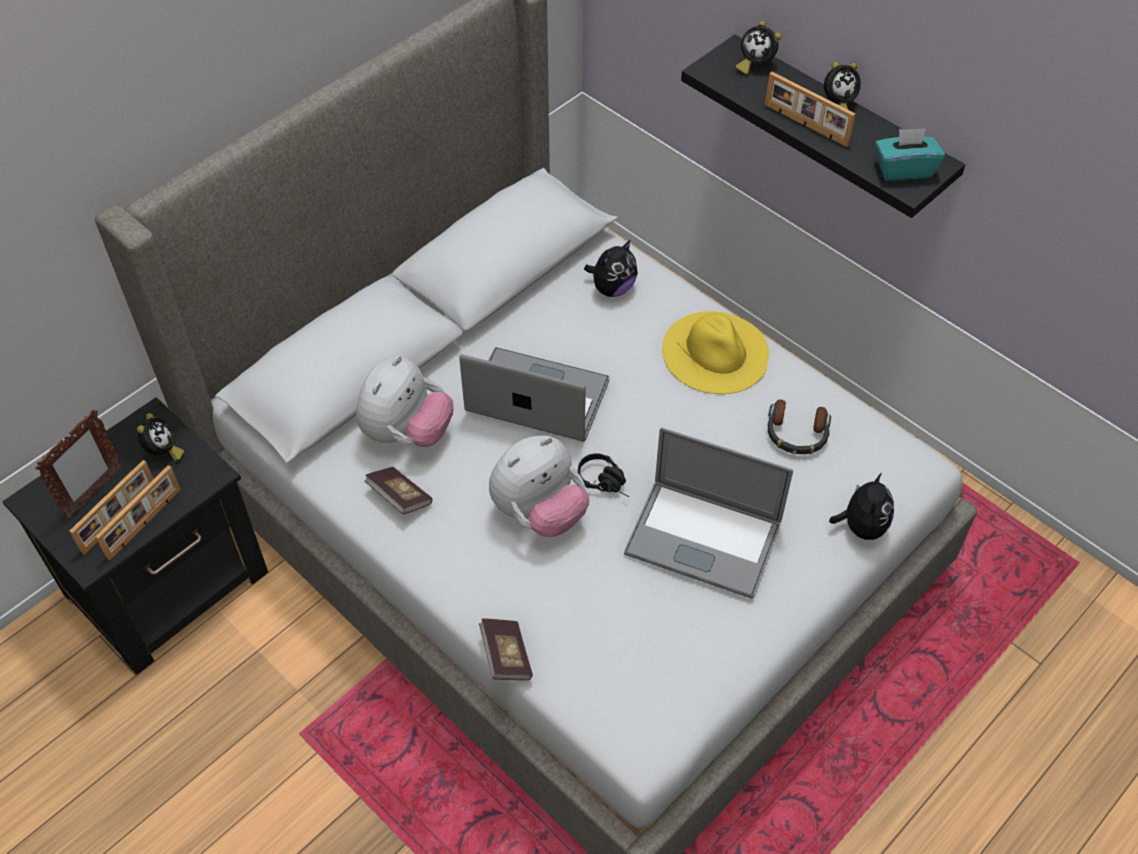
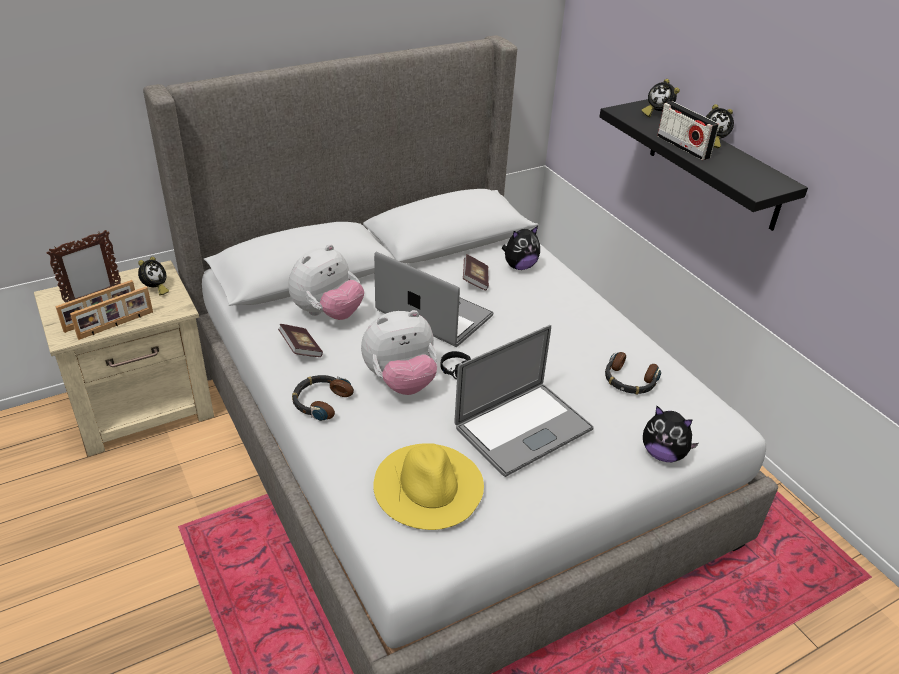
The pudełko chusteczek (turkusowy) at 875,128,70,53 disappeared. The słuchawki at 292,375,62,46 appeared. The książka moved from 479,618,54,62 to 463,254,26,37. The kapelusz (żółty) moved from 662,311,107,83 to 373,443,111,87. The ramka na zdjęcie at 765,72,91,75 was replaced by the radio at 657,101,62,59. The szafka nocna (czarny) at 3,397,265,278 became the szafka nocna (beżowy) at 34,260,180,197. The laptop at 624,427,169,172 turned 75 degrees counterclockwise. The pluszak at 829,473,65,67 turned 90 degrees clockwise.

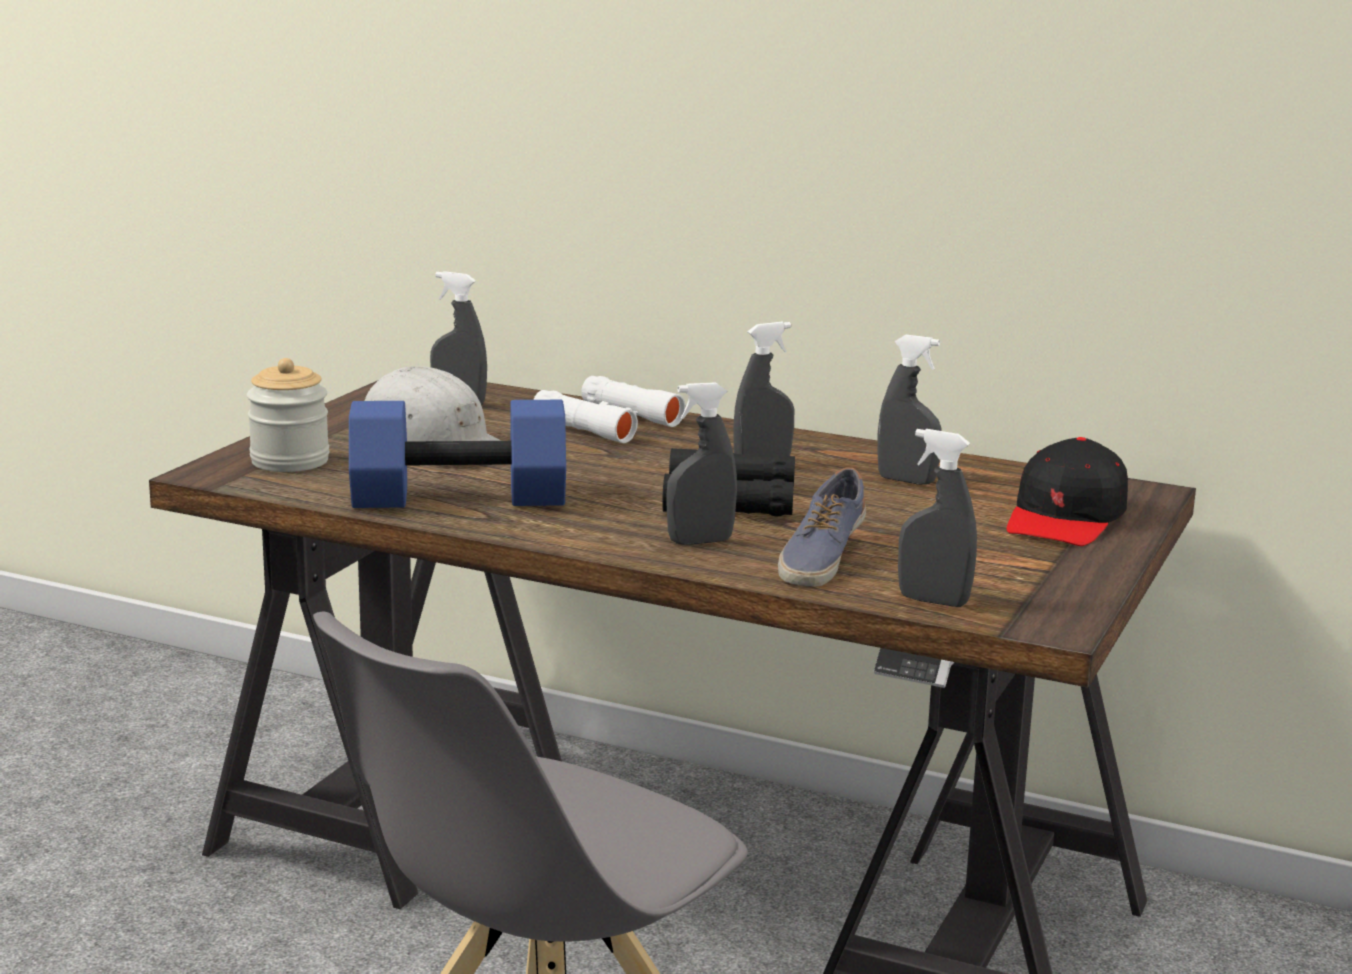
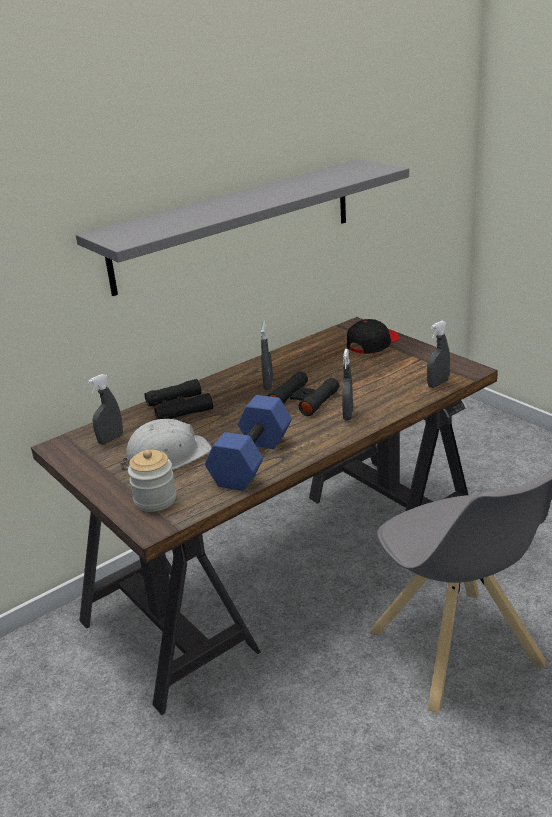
The but at 778,467,88,120 disappeared. The spryskiwacz (szary) at 877,335,65,150 disappeared. The półka (szary) at 76,159,333,137 appeared. The lornetka (biały) at 533,376,152,67 became the lornetka (czarny) at 145,379,68,40. The czapka z daszkiem (czarny) at 1007,437,121,109 turned 105 degrees counterclockwise.

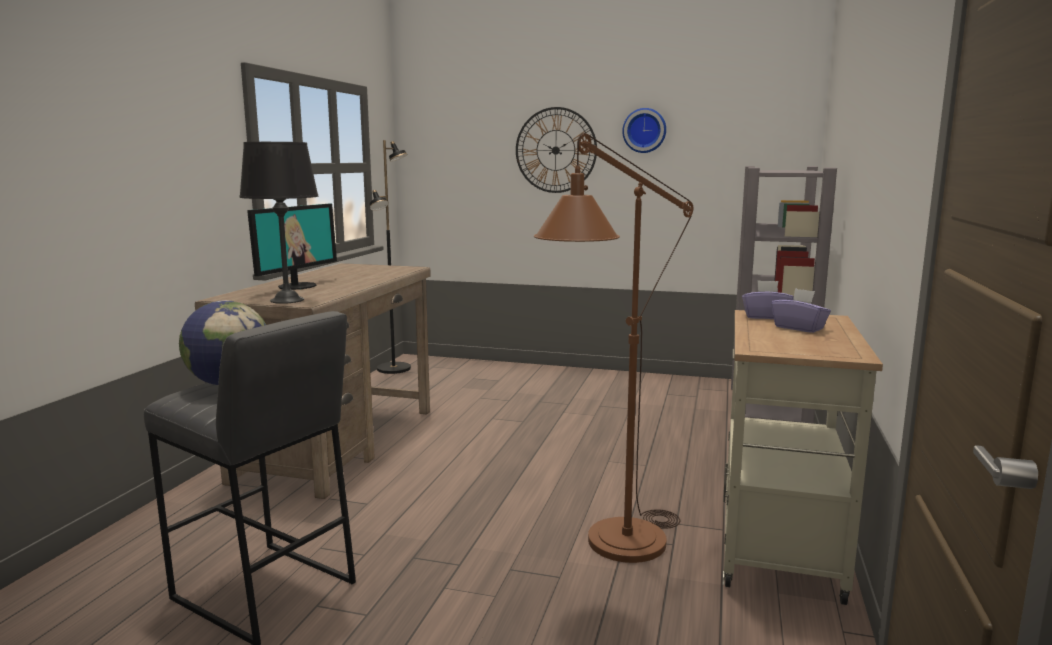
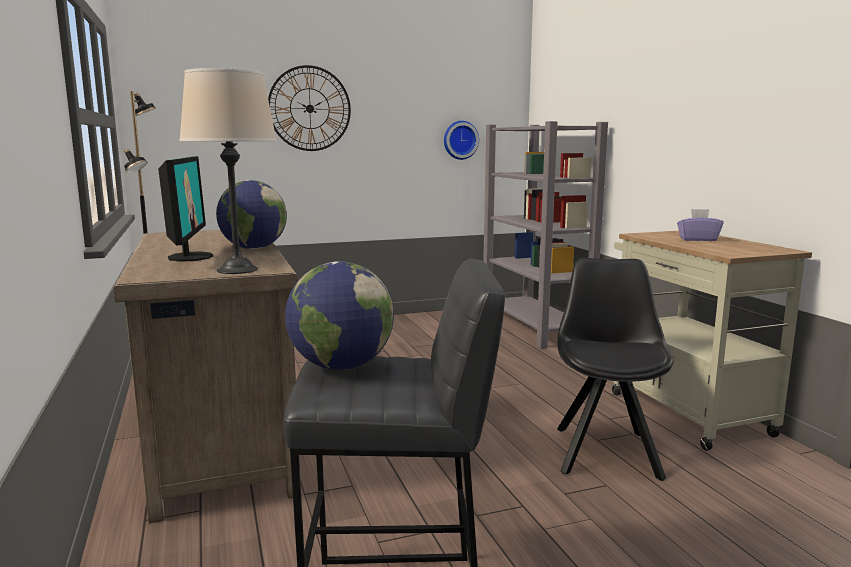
The pudełko chusteczek (fioletowy) at 742,280,52,39 disappeared. The globus at 216,180,71,69 appeared. The zegar ścienny moved from 622,108,44,45 to 444,121,35,39. The lampa stojąca (brązowy) at 534,133,159,430 was replaced by the krzesło (czarny) at 557,258,117,223. The lampa stołowa (czarny) at 239,142,79,162 became the lampa stołowa (beżowy) at 179,68,98,206.

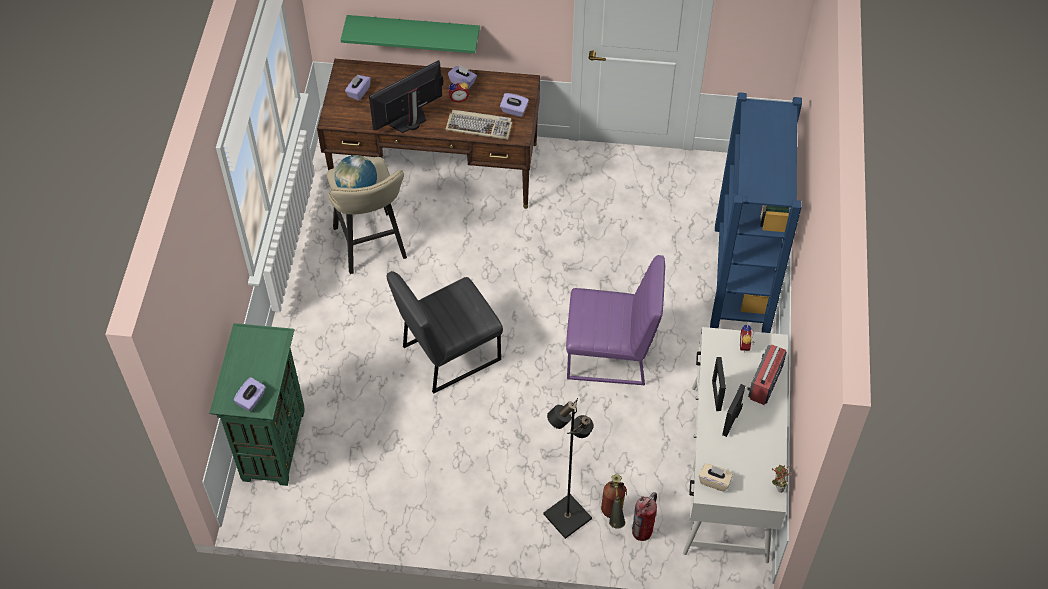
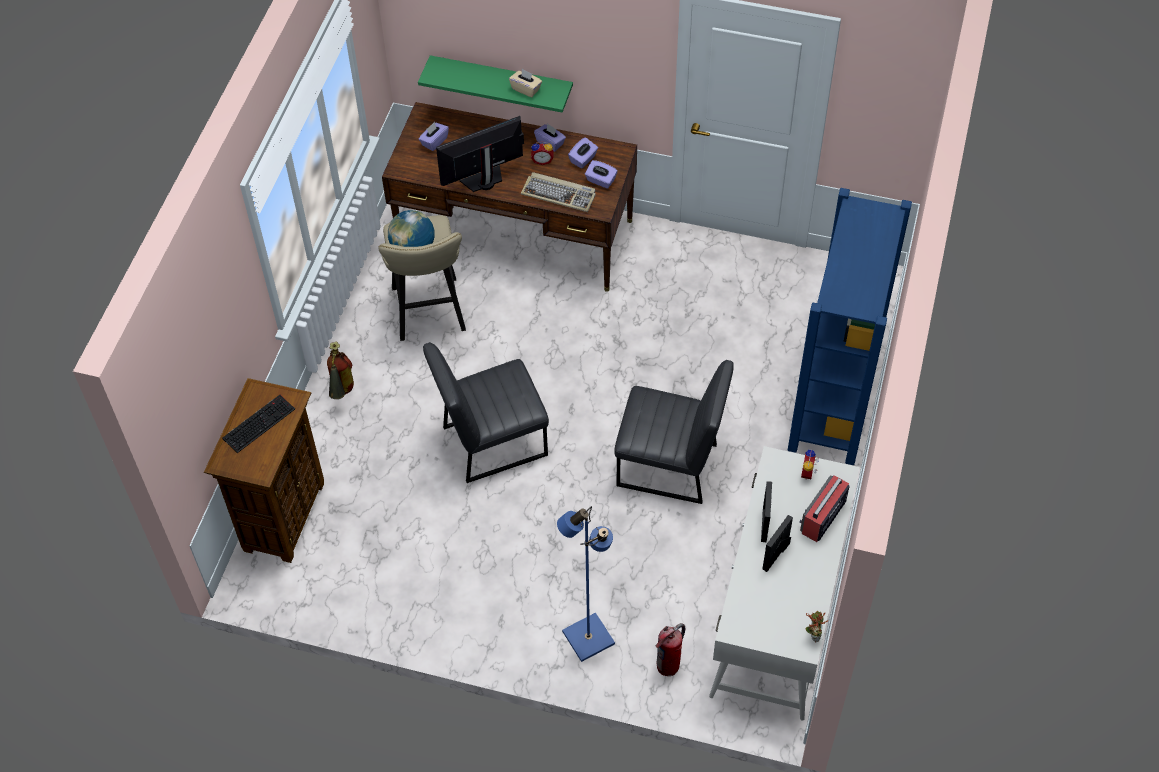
The klawiatura at 222,395,73,58 appeared. The pudełko chusteczek (fioletowy) moved from 233,377,33,35 to 568,137,30,31. The gaśnica moved from 601,474,26,55 to 327,342,27,57. The pudełko chusteczek (beżowy) moved from 699,464,34,28 to 509,69,33,28. The szafka (zielony) at 209,323,96,163 became the szafka (brązowy) at 204,378,120,185. The lampa stojąca (czarny) at 543,398,50,141 became the lampa stojąca (niebieski) at 557,506,58,156. The krzesło (fioletowy) at 566,255,99,130 became the krzesło (szary) at 614,360,120,144.

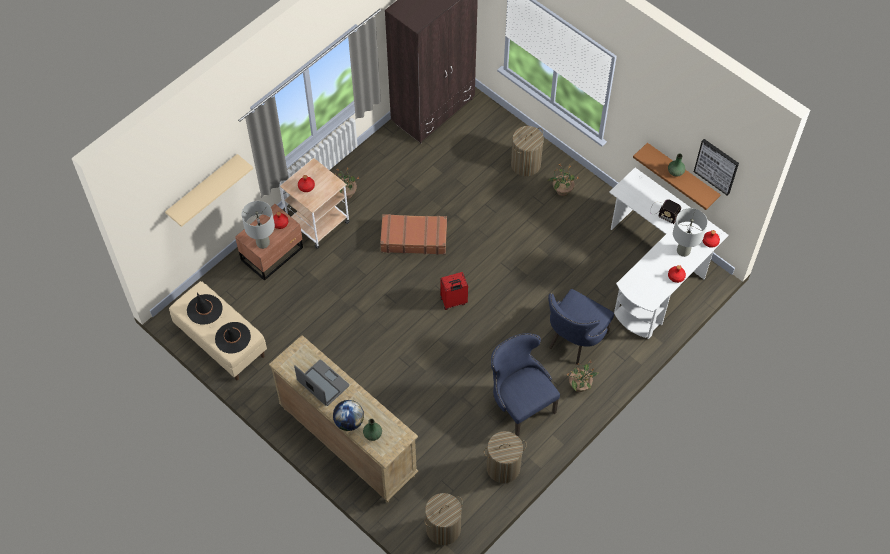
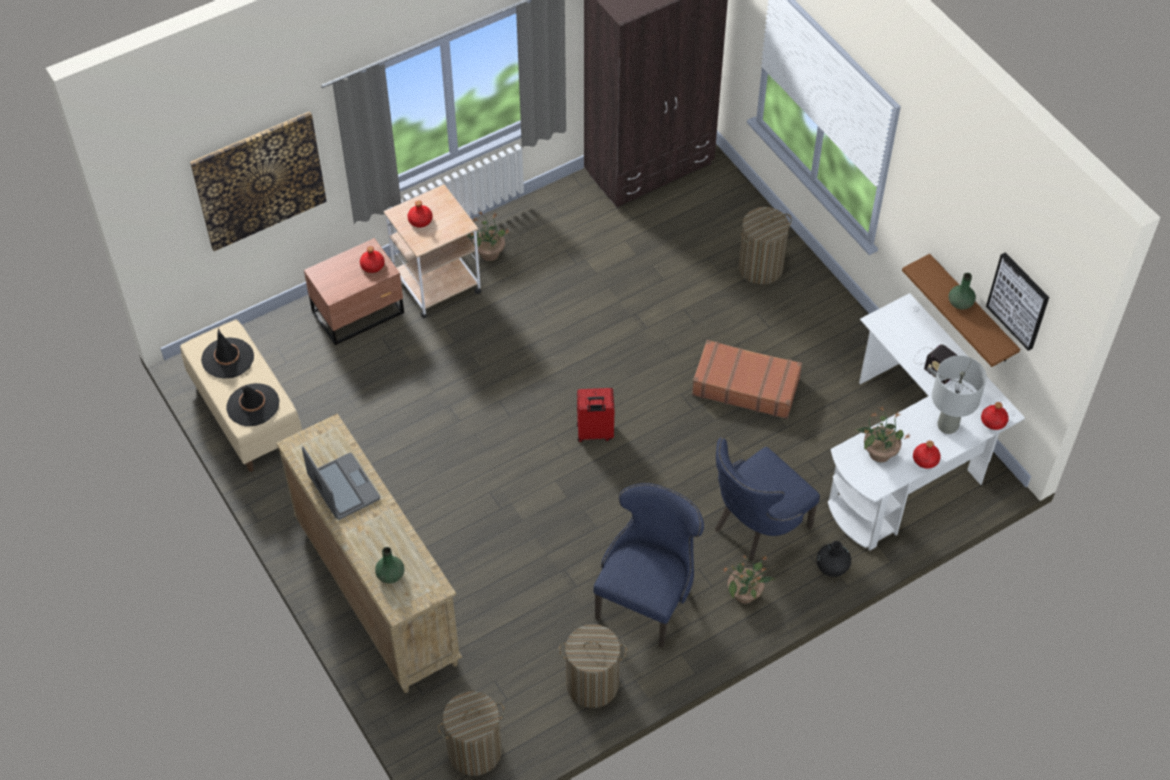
The lampa stołowa (szary) at 242,201,33,48 disappeared. The globus at 333,400,31,31 disappeared. The wazon (czarny) at 817,541,34,36 appeared. The walizka (brązowy) moved from 380,214,67,41 to 692,340,110,79. The roślina doniczkowa moved from 547,164,32,32 to 856,406,55,56. The półka (beżowy) at 165,154,88,73 was replaced by the obraz at 190,111,137,140. The krzesło (niebieski) at 491,333,69,104 turned 45 degrees clockwise.

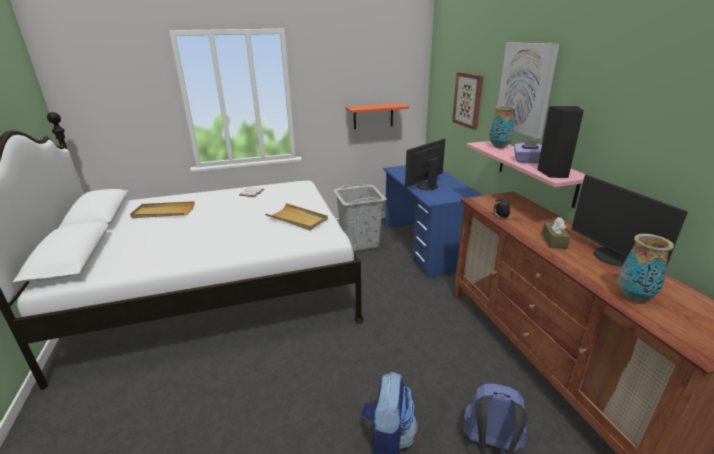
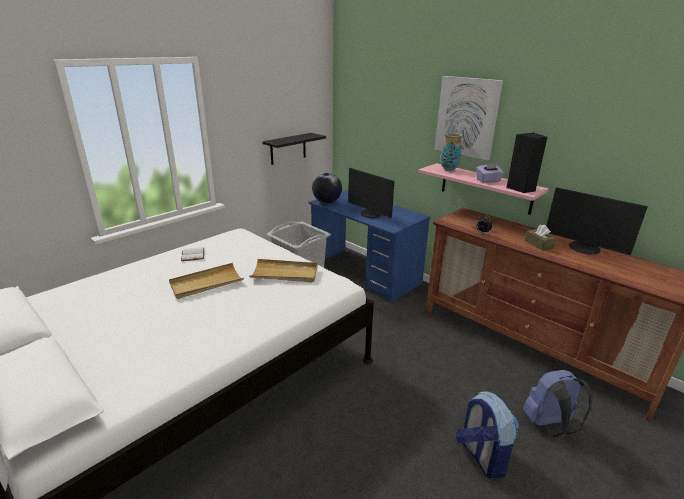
The obraz at 452,72,31,58 disappeared. The wazon at 617,234,57,67 disappeared. The globus at 312,173,30,30 appeared. The taca (beżowy) moved from 130,201,65,17 to 169,263,75,36. The półka (pomarańczowy) at 345,103,64,26 became the półka (czarny) at 262,133,64,32. The monitor at 405,138,40,53 turned 60 degrees counterclockwise.

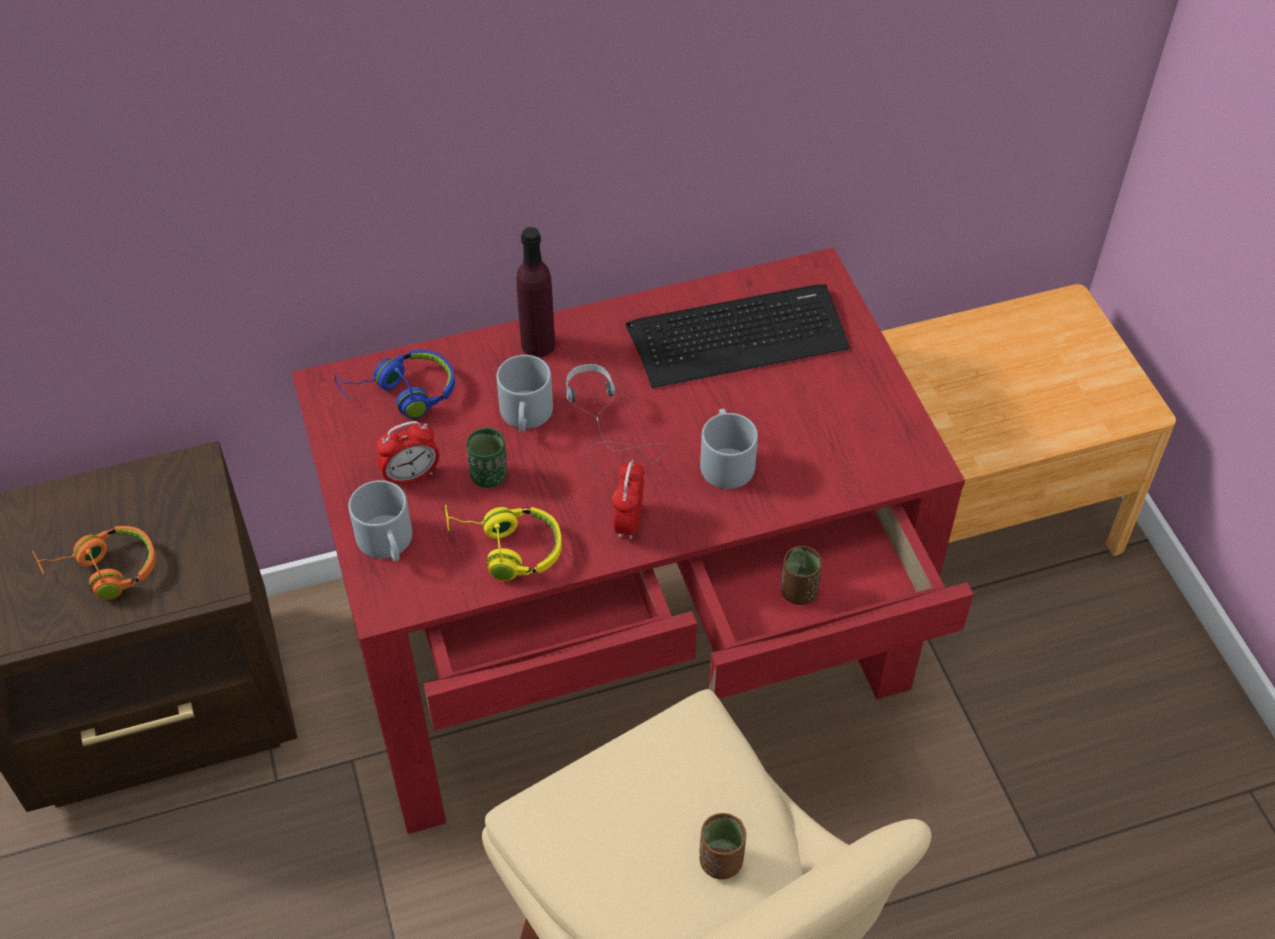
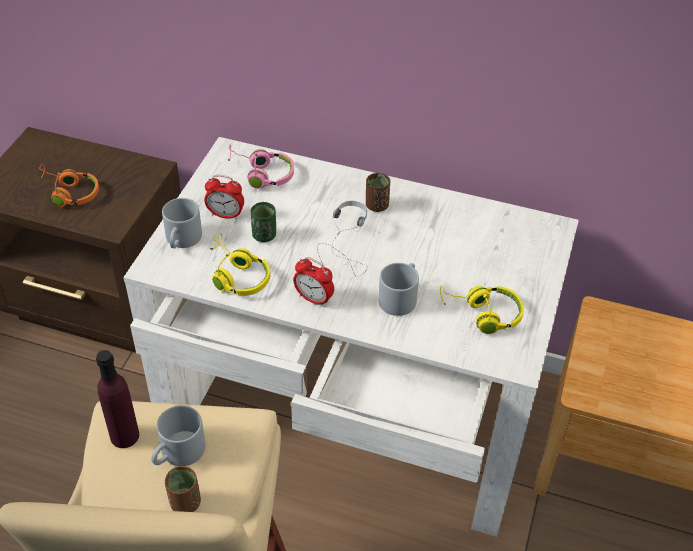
The klawiatura at 626,284,224,104 disappeared. The słuchawki (żółty) at 440,286,84,48 appeared. The kubek (szary) moved from 497,355,56,77 to 151,405,55,61. The butelka (fioletowy) moved from 516,227,39,130 to 96,350,43,98. The filiżanka (brązowy) moved from 781,546,41,59 to 366,173,24,39. The biurko (czerwony) at 292,248,682,586 became the biurko (biały) at 123,137,456,400. The słuchawki (niebieski) at 335,350,120,69 became the słuchawki (różowy) at 228,145,66,44. The budzik at 612,460,33,79 turned 105 degrees counterclockwise.

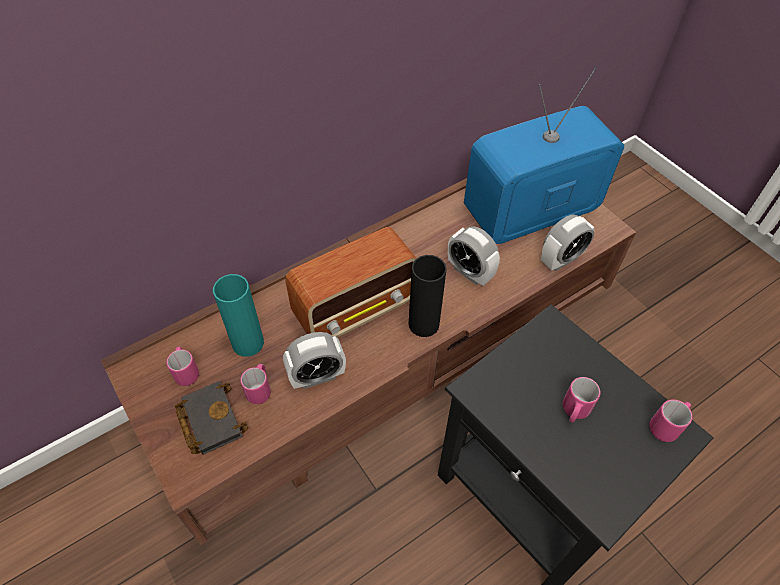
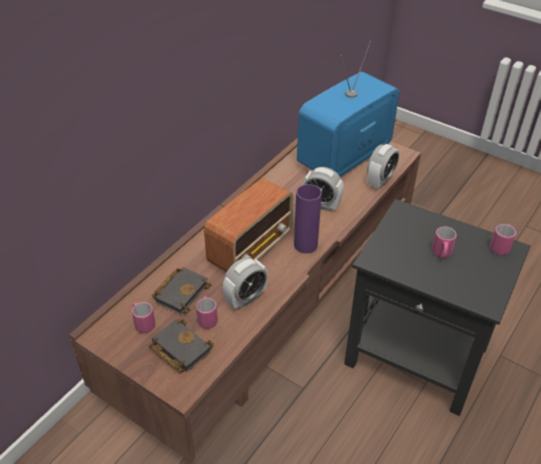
The wazon (turkusowy) at 213,274,51,83 was replaced by the książka (czarny) at 152,267,59,48. The wazon (czarny) at 409,255,38,82 became the wazon (fioletowy) at 294,184,28,69.

